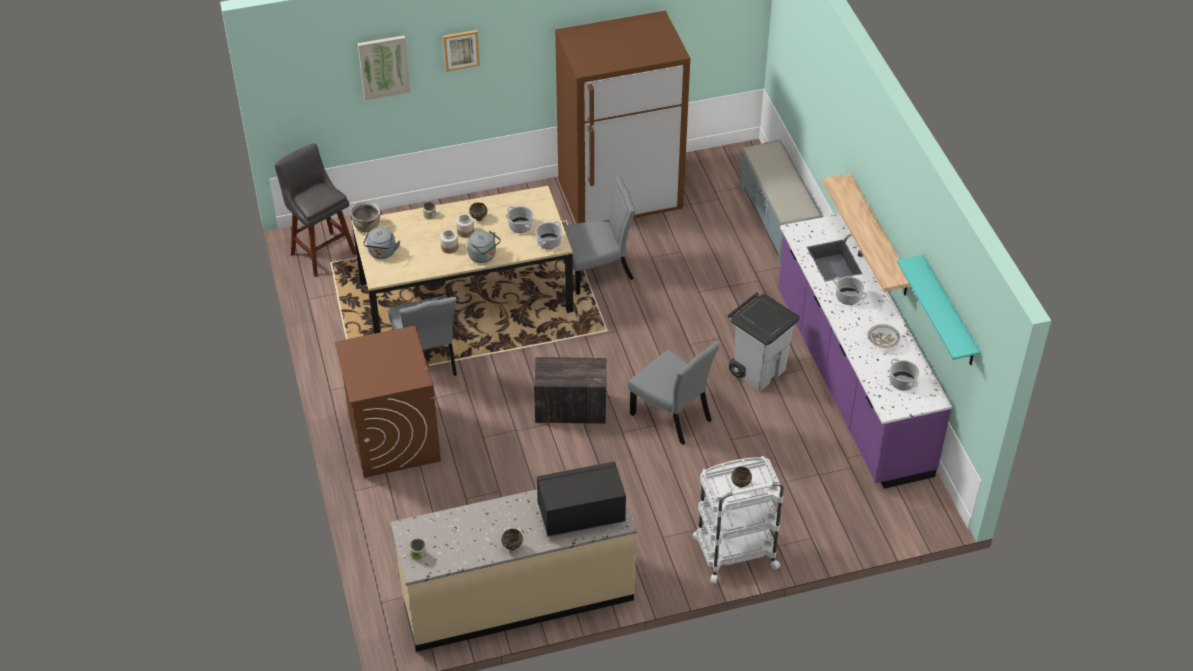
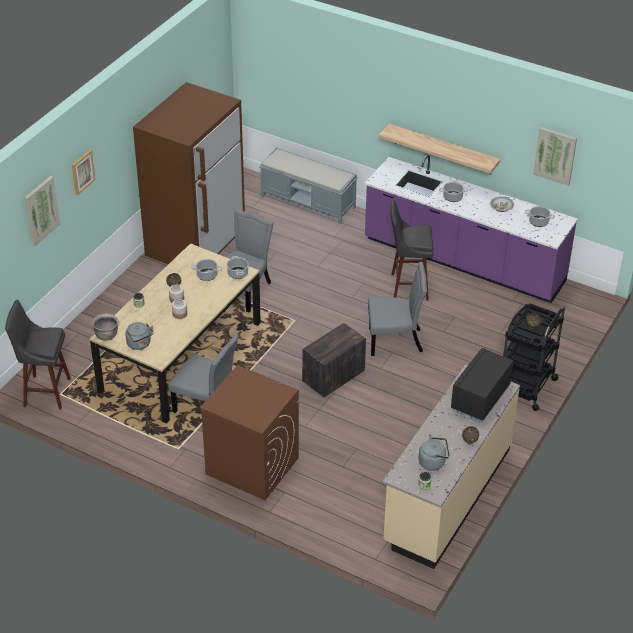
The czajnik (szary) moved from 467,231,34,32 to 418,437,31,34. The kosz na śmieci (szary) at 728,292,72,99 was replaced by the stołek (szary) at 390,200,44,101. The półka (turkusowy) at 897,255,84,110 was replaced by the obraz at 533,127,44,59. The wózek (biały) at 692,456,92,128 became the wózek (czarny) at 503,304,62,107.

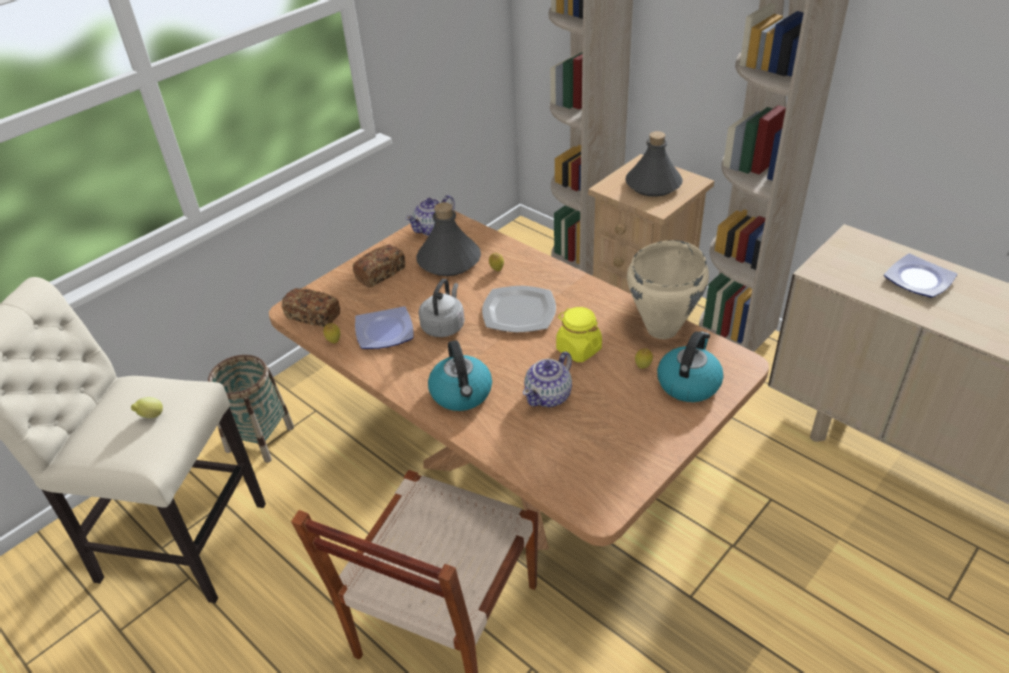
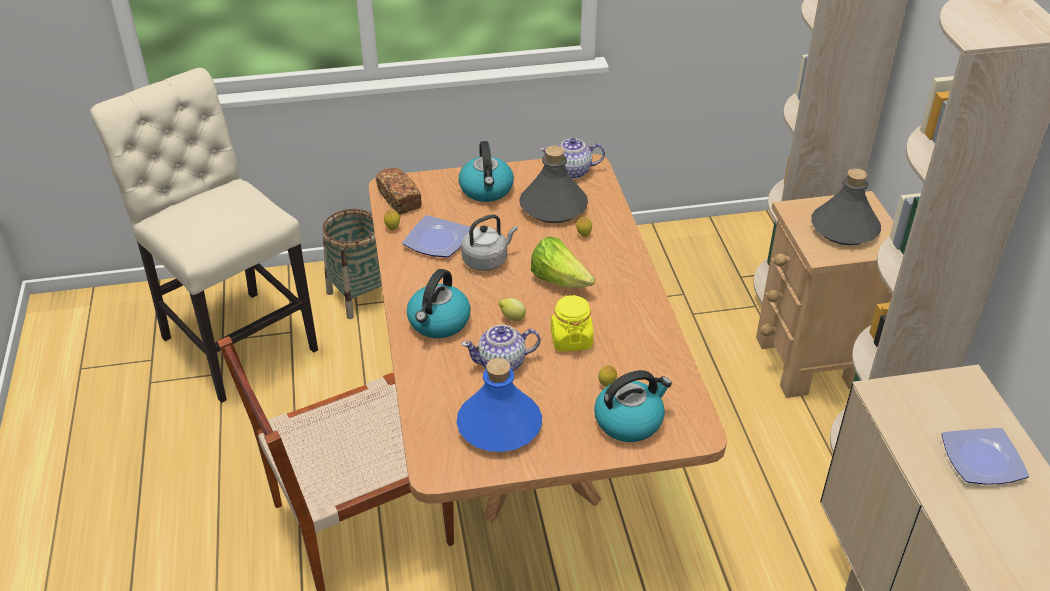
The garnek (beżowy) at 627,240,82,99 disappeared. The butelka (niebieski) at 456,358,86,94 appeared. The cytryna moved from 131,397,32,21 to 498,298,28,23. The chleb at 352,244,54,44 was replaced by the czajnik at 459,141,55,61. The talerz at 482,286,74,46 was replaced by the sałata at 531,237,64,51.

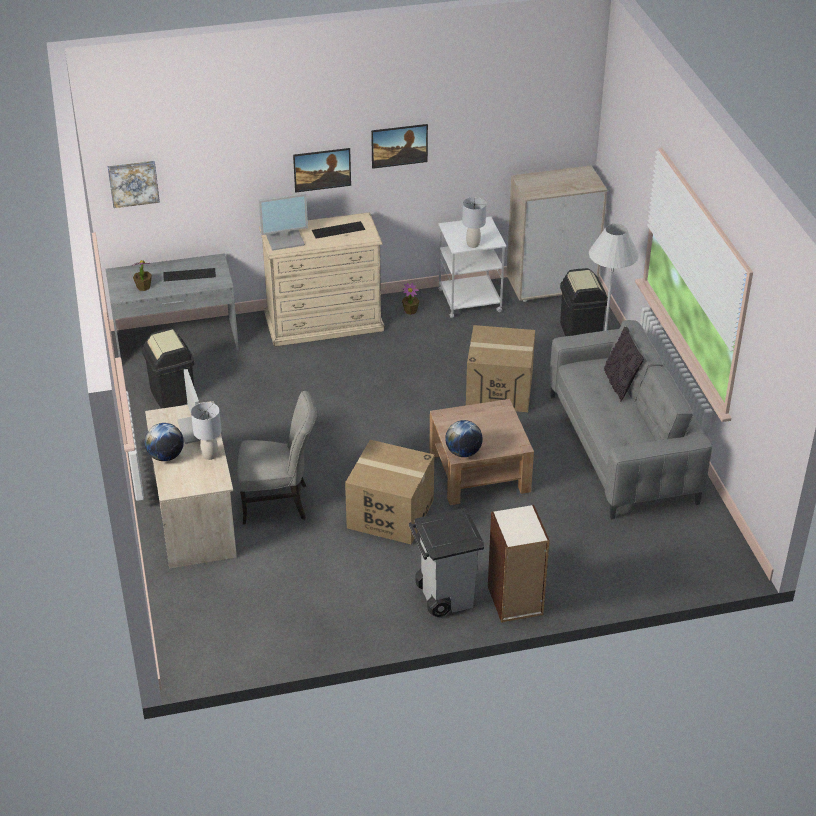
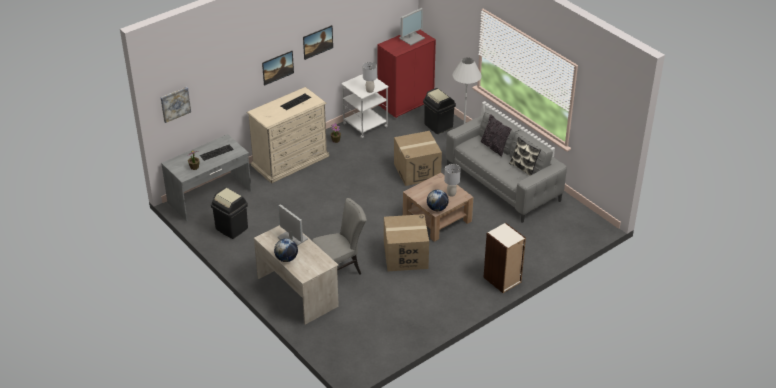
The kosz na śmieci (szary) at 409,508,75,109 disappeared. The poduszka at 509,137,32,39 appeared. The lampa stołowa (szary) moved from 191,402,30,58 to 444,164,17,33. The monitor moved from 258,192,50,59 to 399,8,26,37. The szafka (beżowy) at 506,165,101,137 became the szafka (czerwony) at 377,30,59,88.

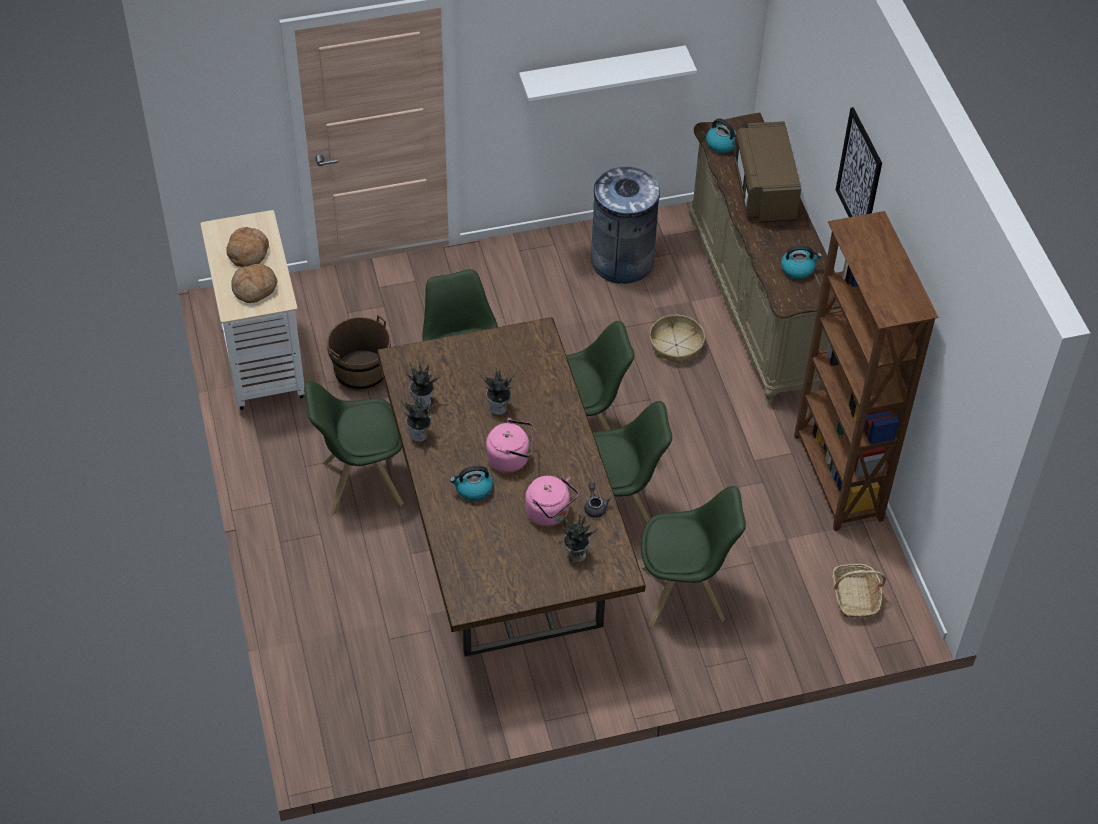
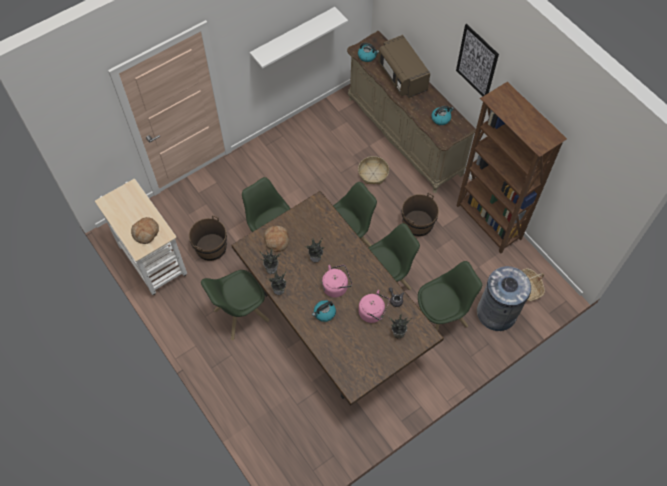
The wiadro (brązowy) at 402,193,37,44 appeared. The chleb moved from 226,227,43,40 to 264,226,25,26. The kosz na śmieci (szary) moved from 591,167,69,117 to 477,266,54,65.

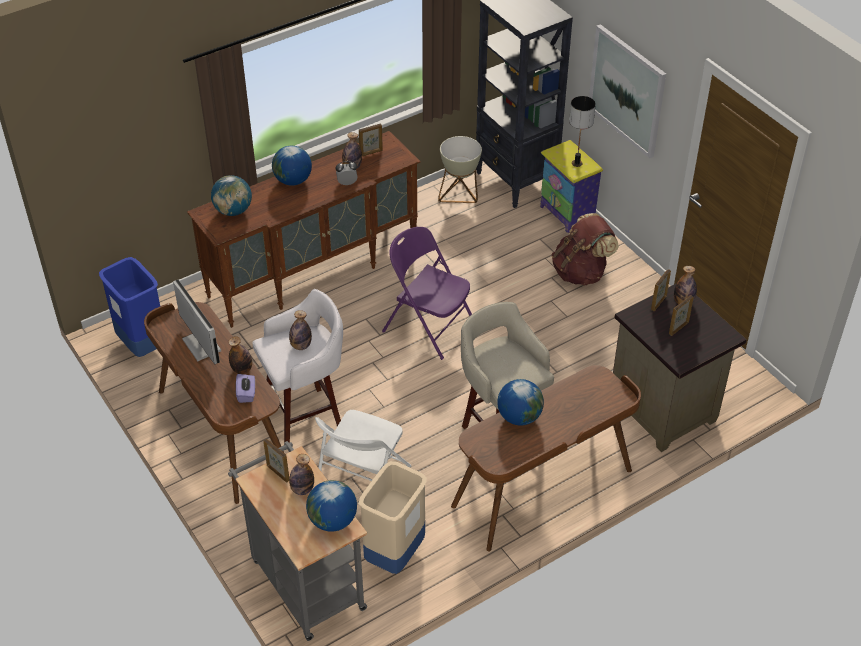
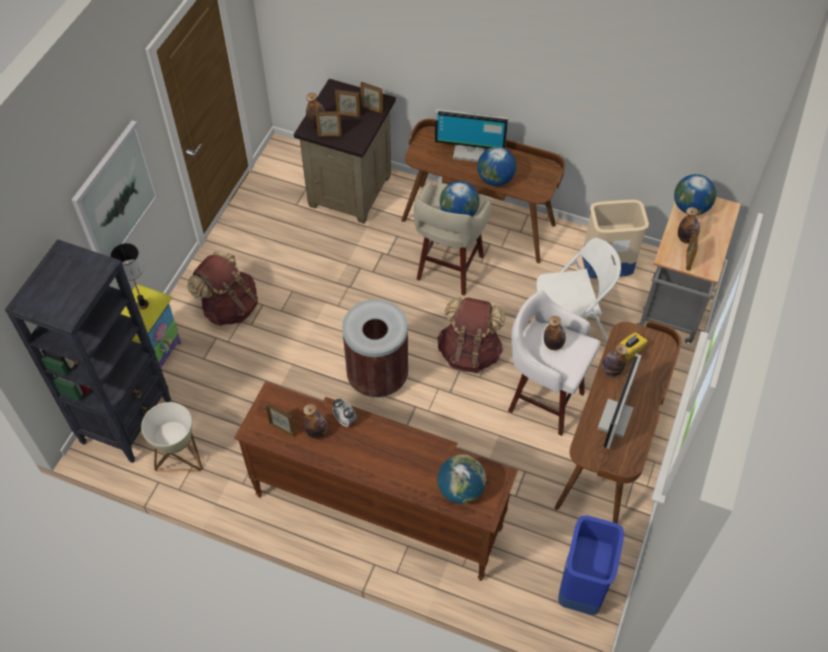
The ramka na zdjęcie at 360,82,23,32 appeared. The monitor at 435,109,73,53 appeared. The plecak (brązowy) at 437,297,68,76 appeared. The globus moved from 272,146,40,40 to 440,181,40,36. The krzesło (fioletowy) at 382,227,90,133 was replaced by the kosz na śmieci (brązowy) at 342,299,66,99. The pudełko chusteczek (fioletowy) at 236,374,19,29 became the pudełko chusteczek (żółty) at 619,332,29,28.

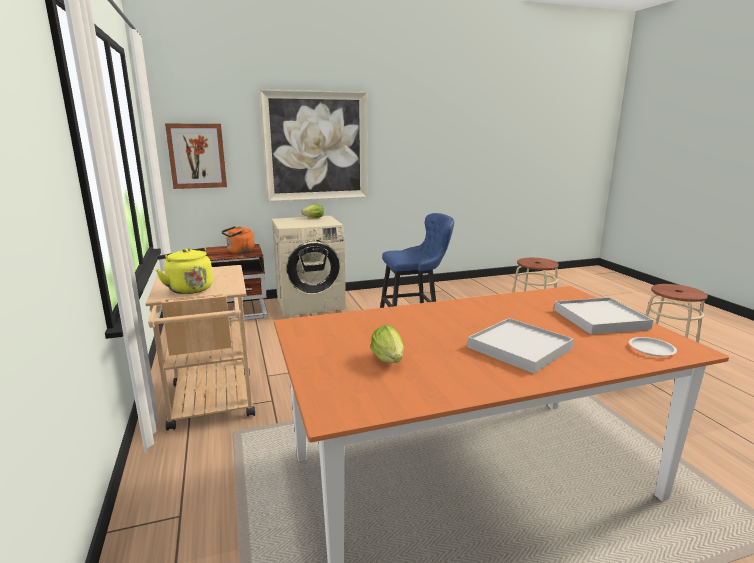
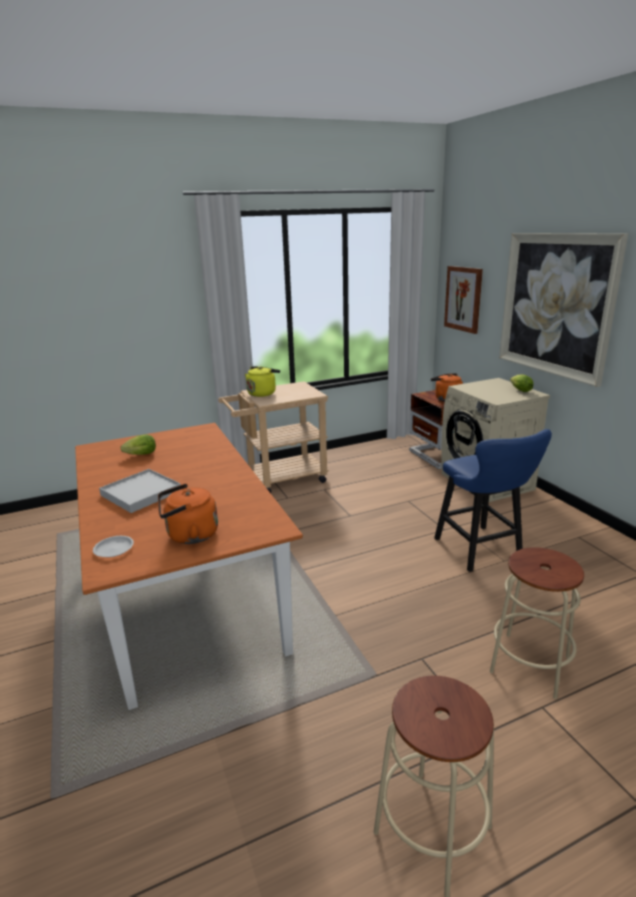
The taca (biały) at 554,297,99,38 was replaced by the czajnik (pomarańczowy) at 158,484,60,60.

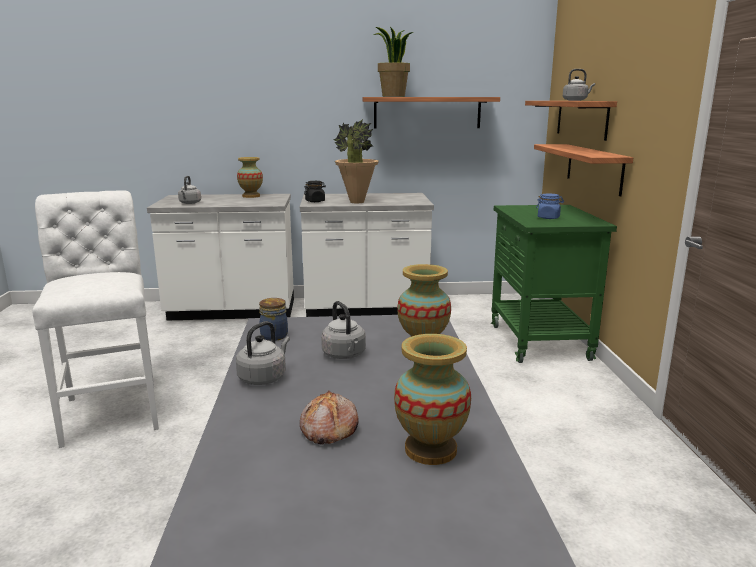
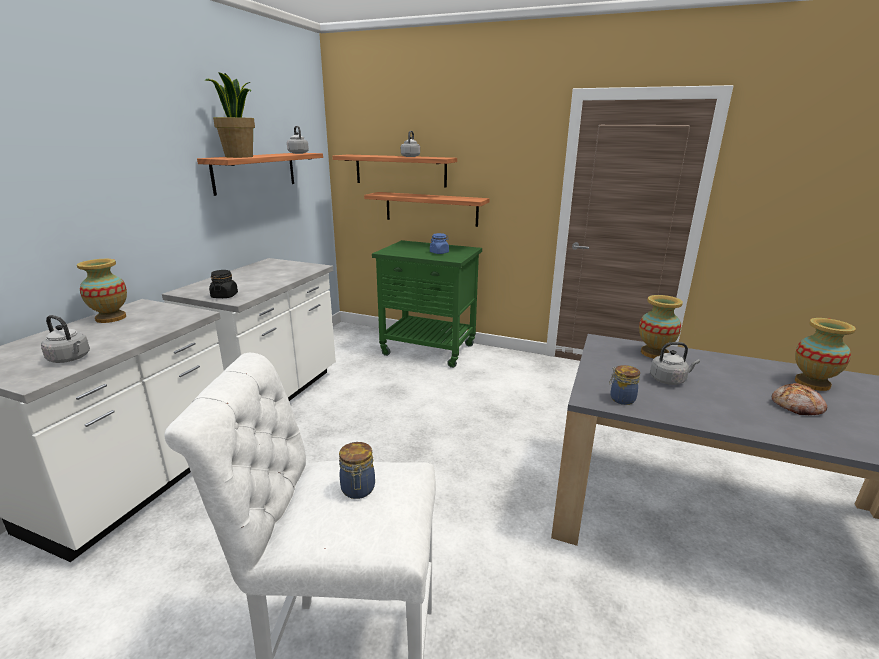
The roślina doniczkowa at 333,119,46,84 disappeared. The słoik at 339,442,36,57 appeared. The czajnik (szary) moved from 236,321,54,64 to 287,126,22,28.

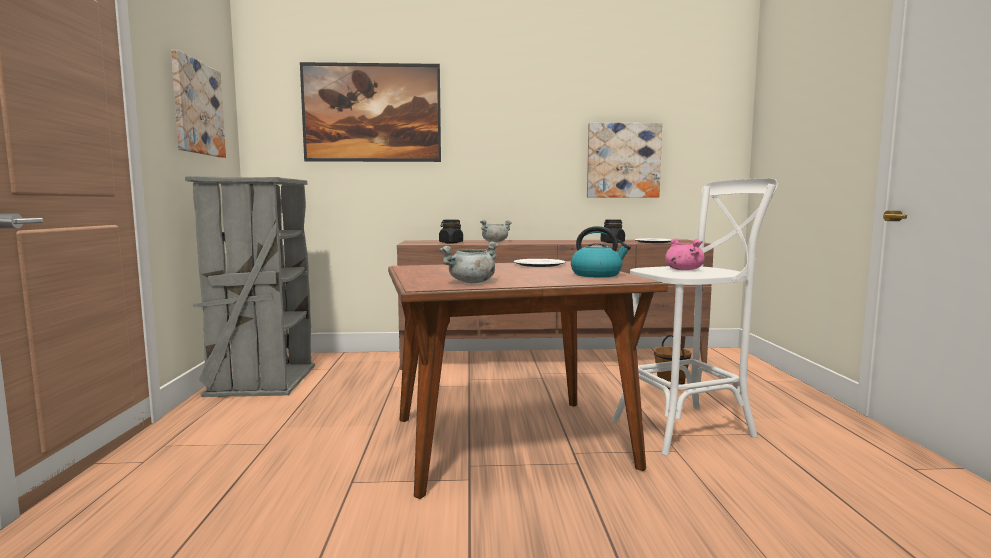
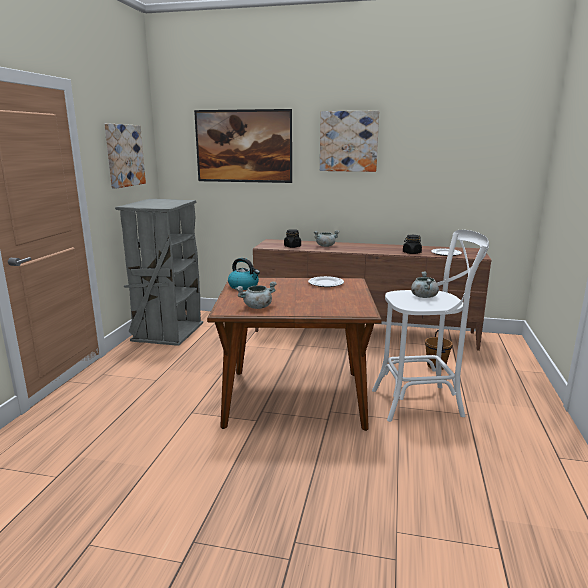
The czajnik moved from 571,226,60,51 to 228,258,32,32. The obraz moved from 587,123,75,75 to 320,110,59,62. The garnek (różowy) at 665,238,40,32 became the garnek (szary) at 411,272,28,26.

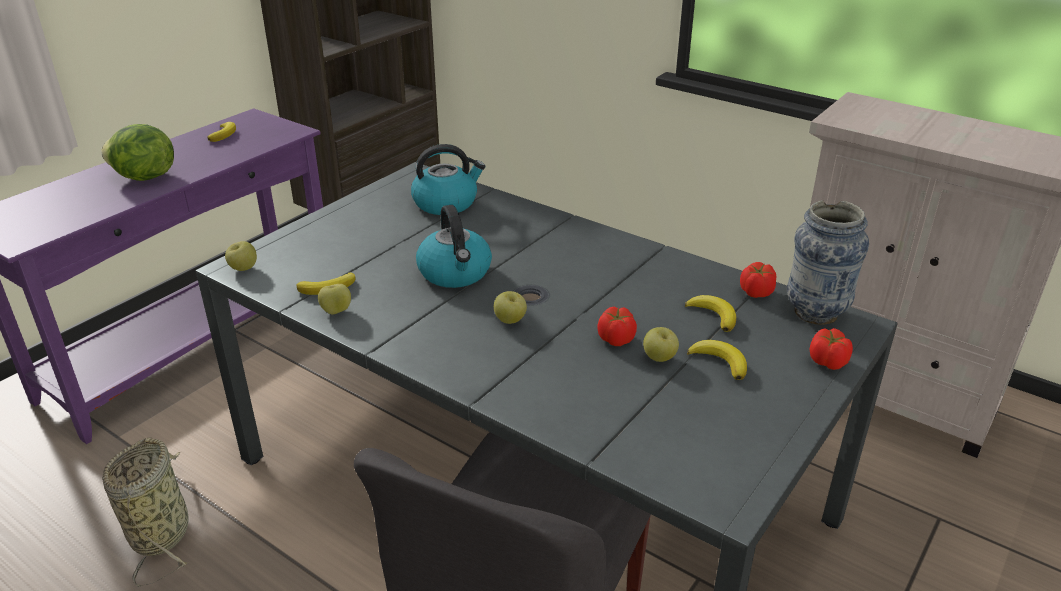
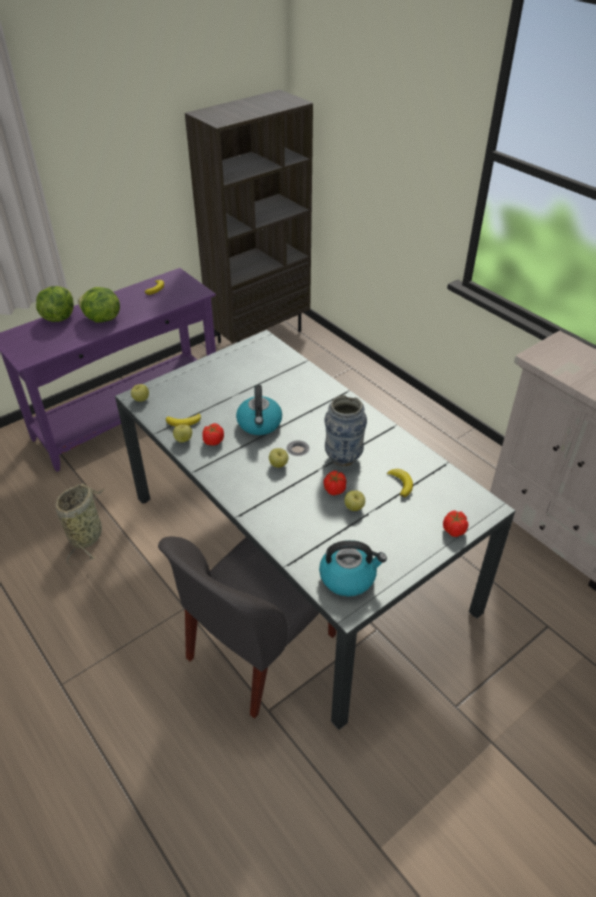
The banan at 687,340,60,40 disappeared. The sałata at 36,286,38,36 appeared. The czajnik moved from 411,144,75,71 to 319,540,68,57. The pomidor moved from 740,262,36,36 to 203,423,21,23. The wazon moved from 787,200,82,125 to 324,395,43,71.

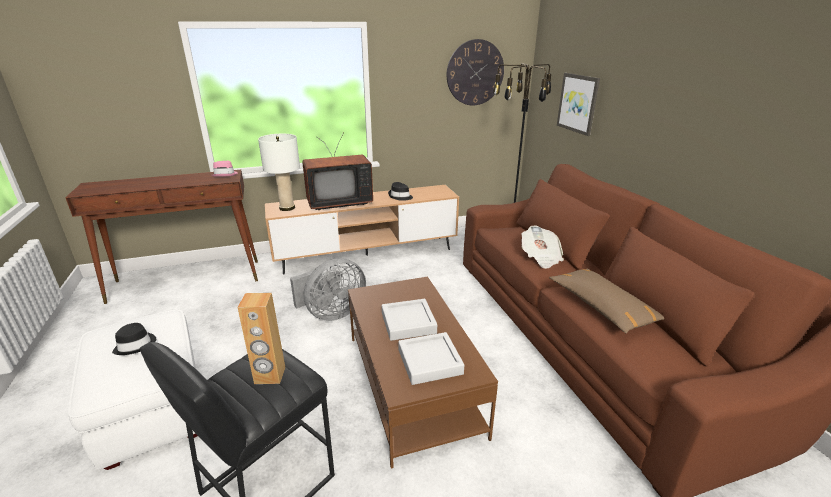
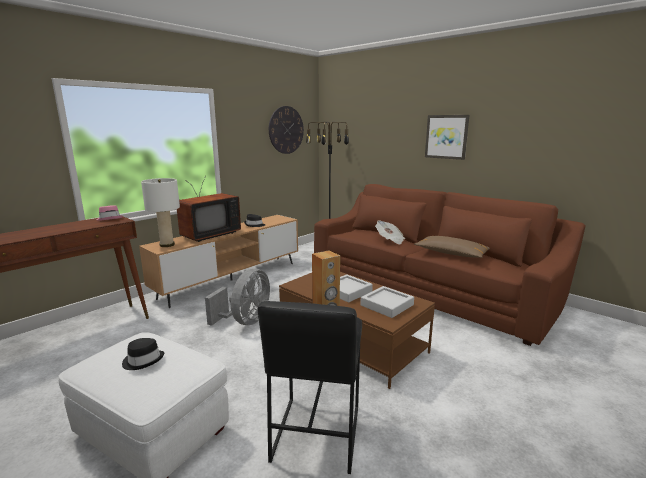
The obraz moved from 557,73,43,63 to 425,115,44,45.

